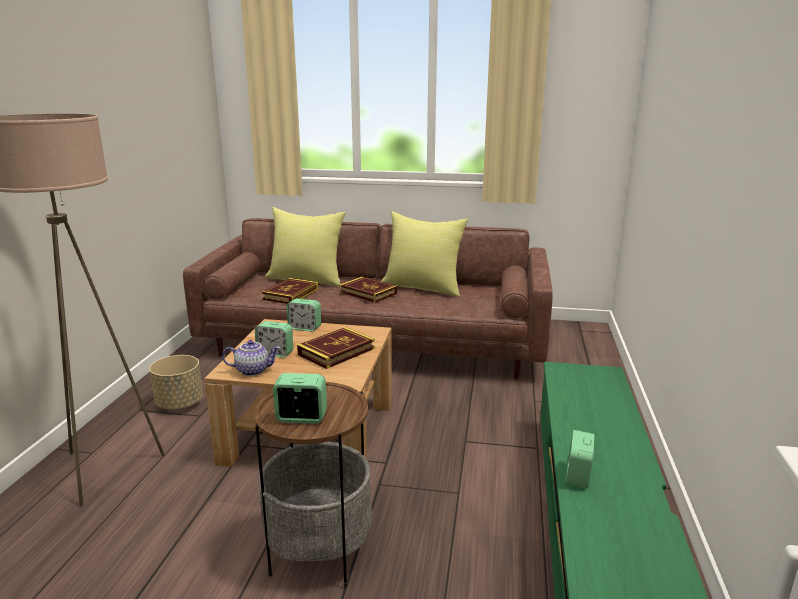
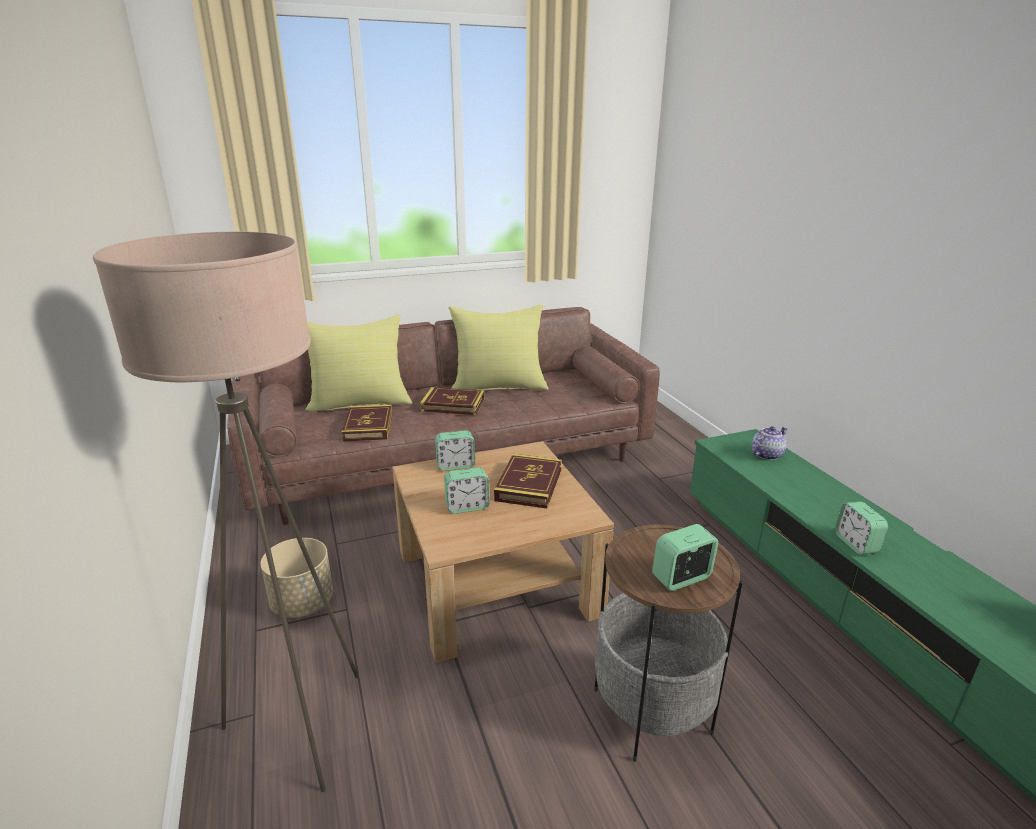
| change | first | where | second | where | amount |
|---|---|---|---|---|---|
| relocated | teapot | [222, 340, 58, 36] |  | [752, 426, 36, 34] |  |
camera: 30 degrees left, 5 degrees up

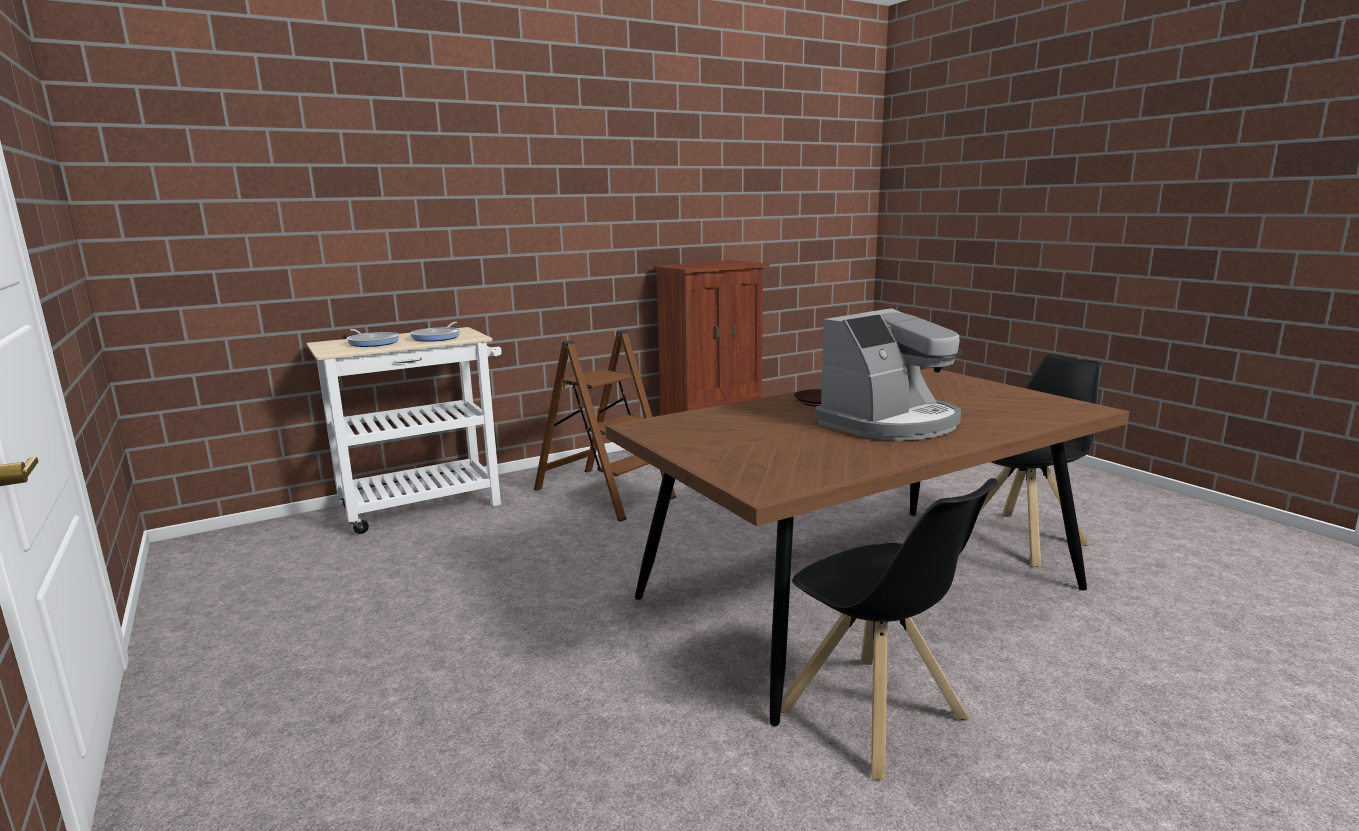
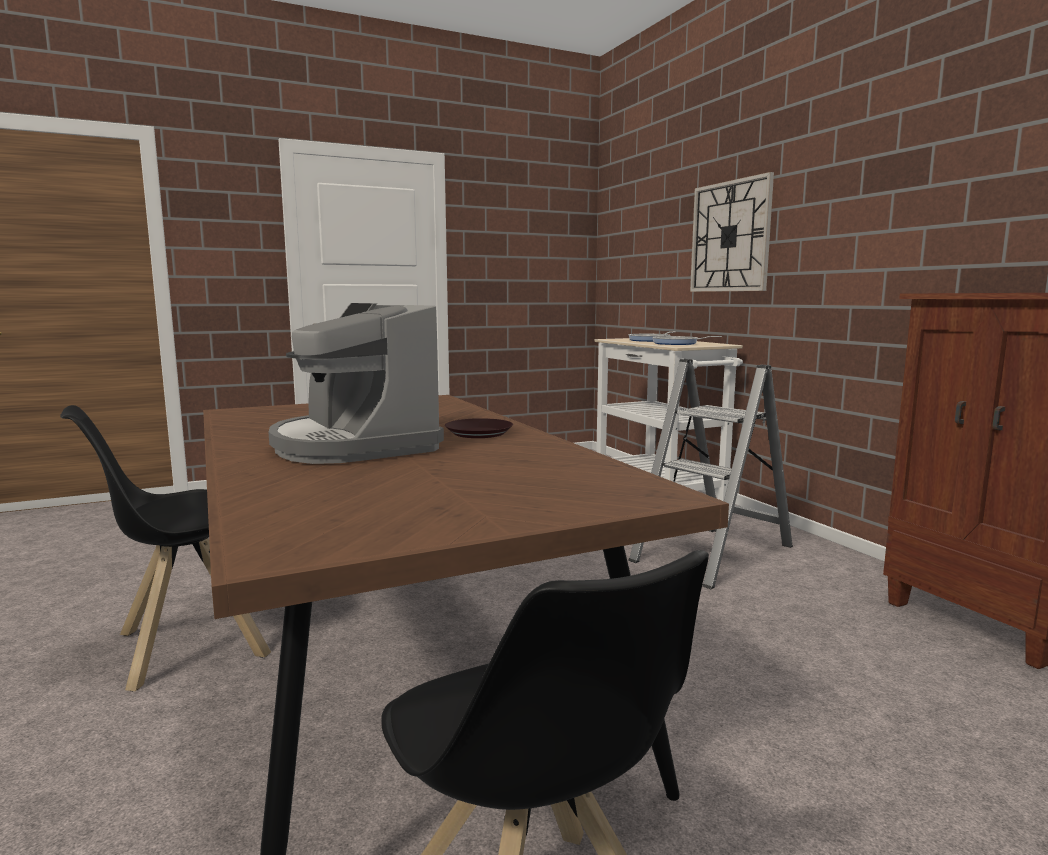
| change | first | where | second | where | amount |
|---|---|---|---|---|---|
| colour | brown step ladder | [533, 331, 143, 191] | grey step ladder | [628, 359, 165, 230] |  |
| appeared |  |  | wall clock | [690, 172, 84, 120] |  |
camera: 95 degrees right, 5 degrees down

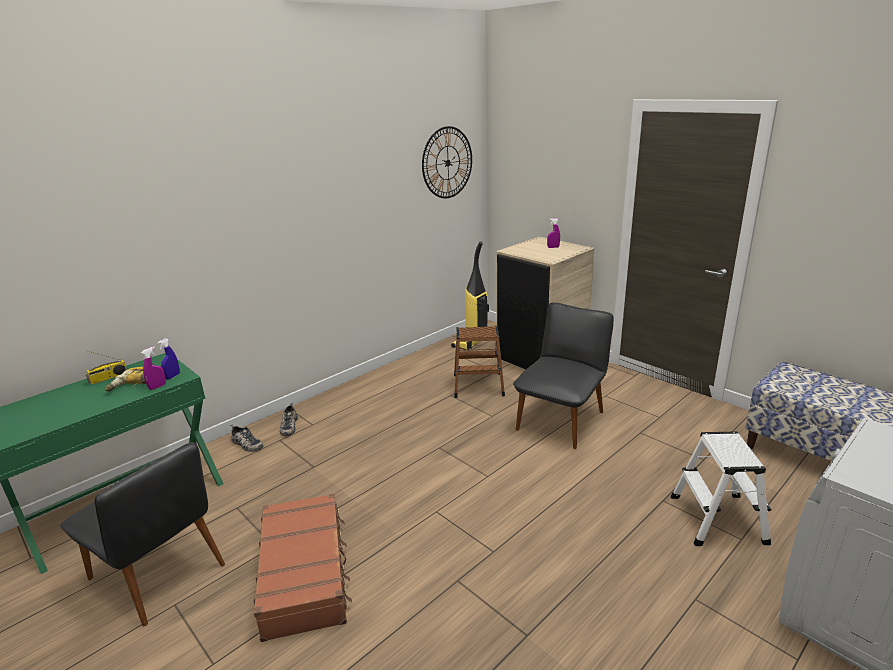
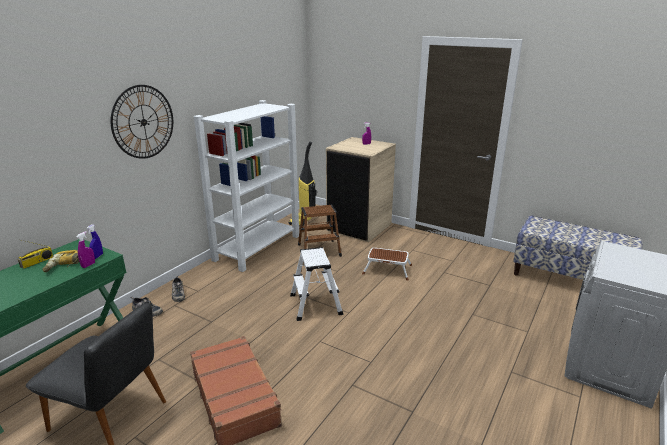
| change | first | where | second | where | amount |
|---|---|---|---|---|---|
| relocated | wall clock | [422, 126, 50, 72] |  | [110, 85, 63, 74] |  |
| exchanged | black chair | [513, 302, 101, 147] | brown step ladder | [362, 248, 50, 33] |  |
| relocated | white step ladder | [671, 431, 100, 115] |  | [290, 247, 53, 74] |  |
| appeared |  |  | white bookcase | [194, 100, 105, 172] |  |
camera: 15 degrees left, 0 degrees up

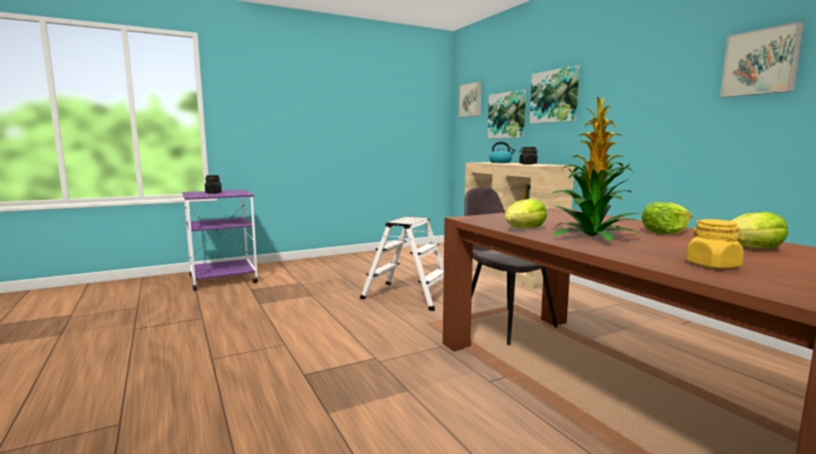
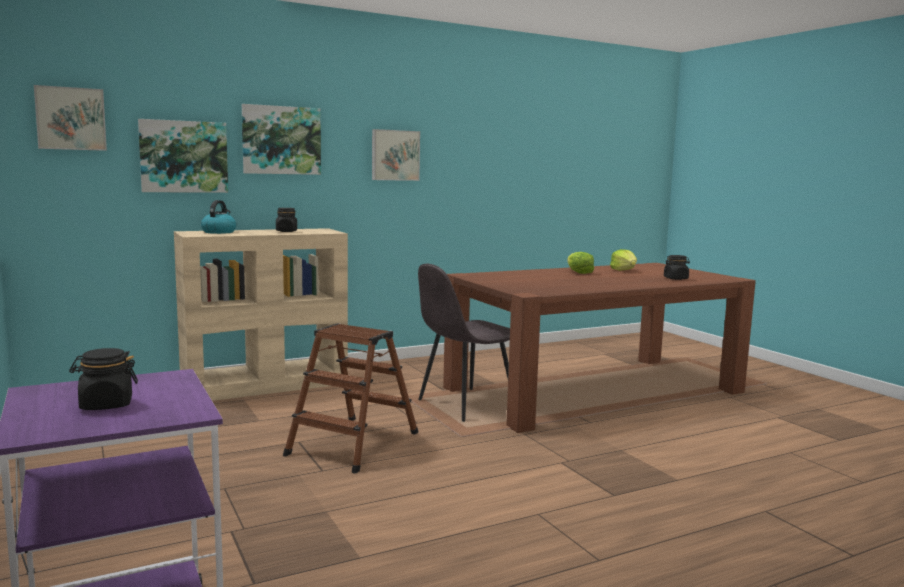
| change | first | where | second | where | amount |
|---|---|---|---|---|---|
| colour | white step ladder | [360, 216, 84, 95] | brown step ladder | [283, 323, 136, 151] |  |
| missing | lettuce | [505, 199, 42, 29] |  |  |  |
| missing | potted plant | [551, 96, 93, 145] |  |  |  |
| colour | yellow jar | [686, 219, 59, 50] | black jar | [664, 255, 26, 25] |  |
| relocated | picture | [720, 22, 84, 75] |  | [372, 129, 48, 52] |  |
camera: 90 degrees left, 0 degrees up

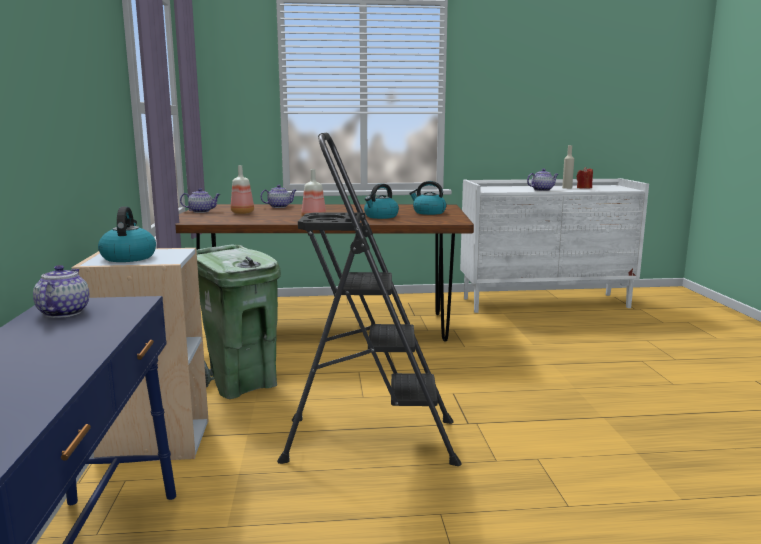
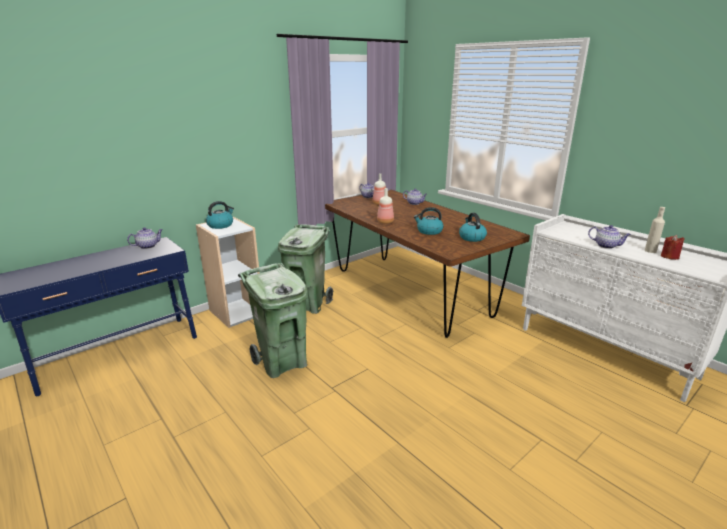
| change | first | where | second | where | amount |
|---|---|---|---|---|---|
| exchanged | step ladder | [277, 133, 185, 333] | green trash can | [238, 263, 70, 115] |  |
camera: 55 degrees right, 10 degrees up

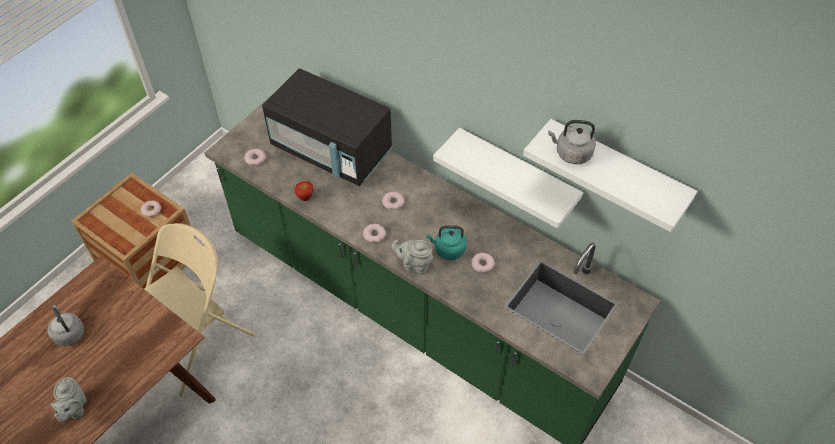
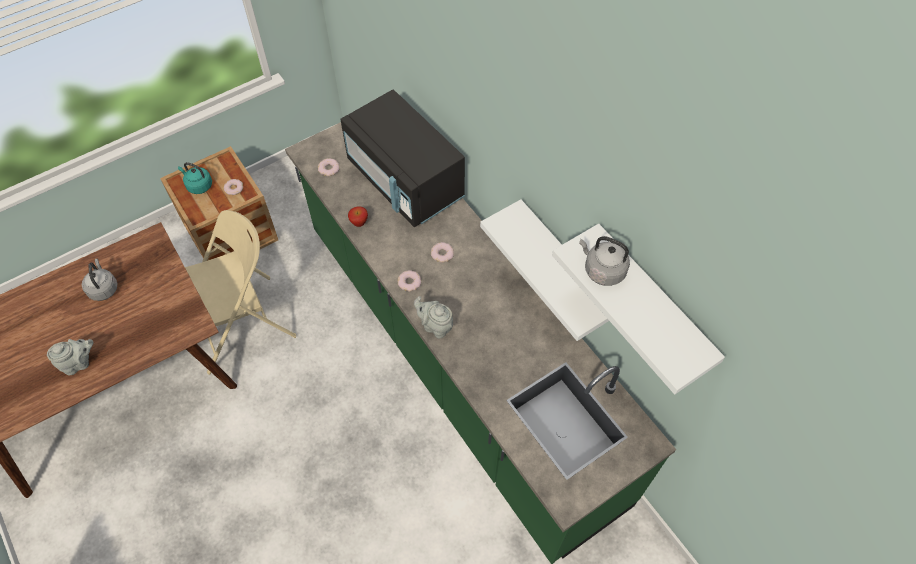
| change | first | where | second | where | amount |
|---|---|---|---|---|---|
| spun | grey teapot | [51, 377, 36, 45] |  | [47, 339, 46, 36] | 135 degrees counterclockwise |
| relocated | turquoise kettle | [426, 225, 41, 35] |  | [178, 162, 34, 32] |  |
| missing | donut | [471, 253, 24, 20] |  |  |  |
camera: 20 degrees right, 5 degrees up

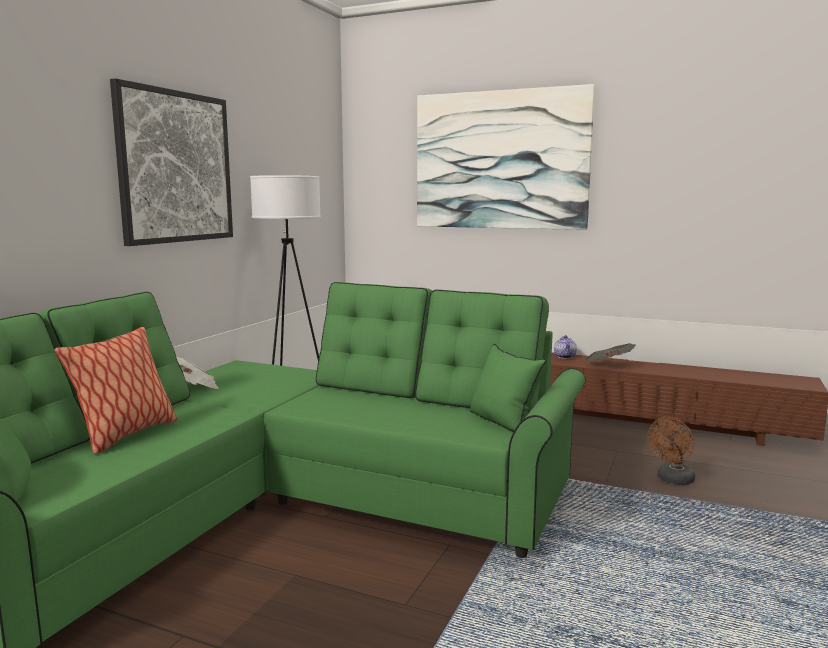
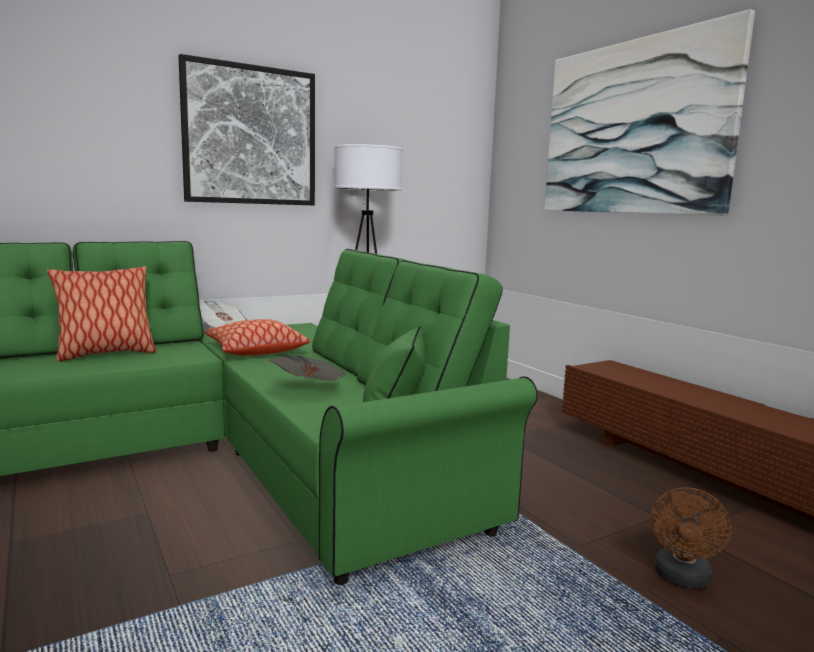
| change | first | where | second | where | amount |
|---|---|---|---|---|---|
| missing | teapot | [554, 335, 23, 24] |  |  |  |
| relocated | newspaper | [584, 343, 52, 18] |  | [268, 356, 77, 25] |  |
| spun | brown fan | [648, 417, 47, 68] |  | [651, 487, 81, 101] | 60 degrees counterclockwise |
| appeared |  |  | pillow | [205, 319, 105, 36] |  |
camera: 35 degrees right, 0 degrees up

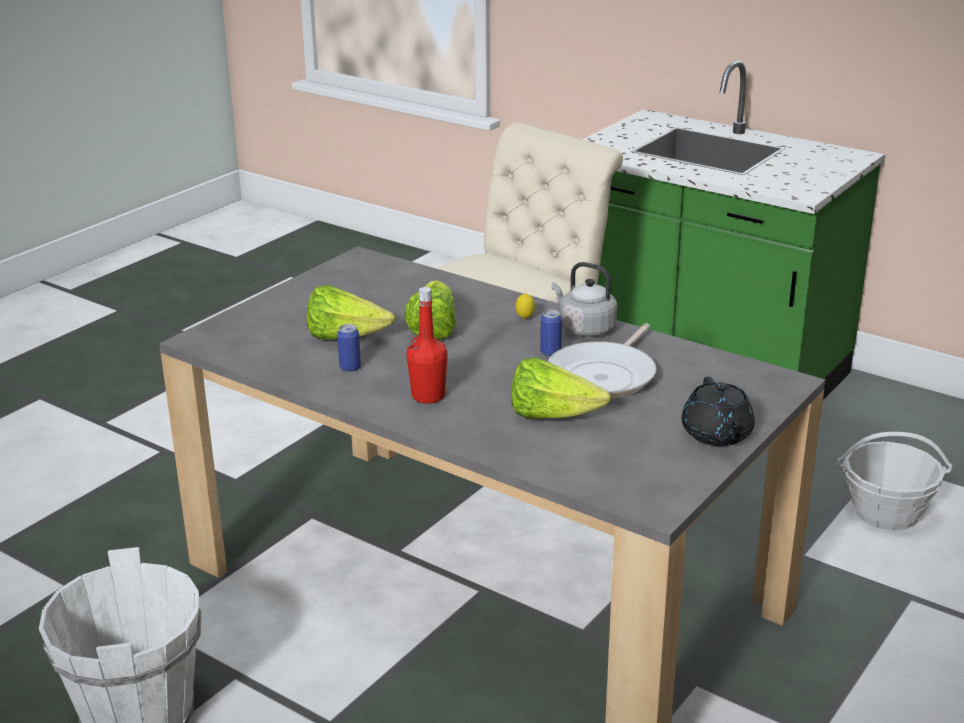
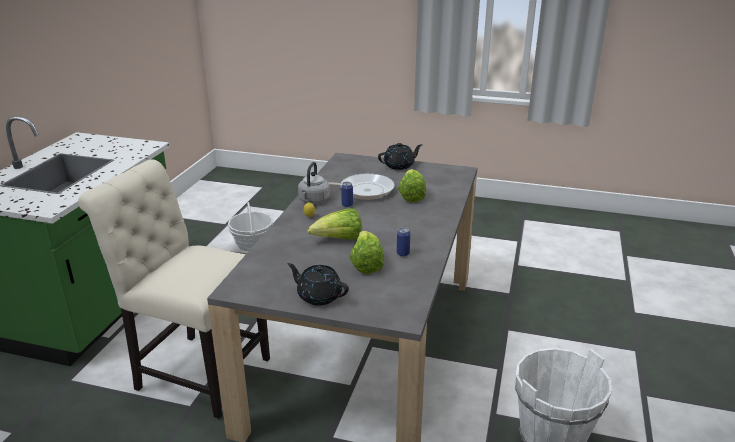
| change | first | where | second | where | amount |
|---|---|---|---|---|---|
| missing | red bottle | [406, 287, 42, 117] |  |  |  |
| appeared |  |  | black teapot | [287, 263, 62, 42] |  |
camera: 110 degrees left, 0 degrees up

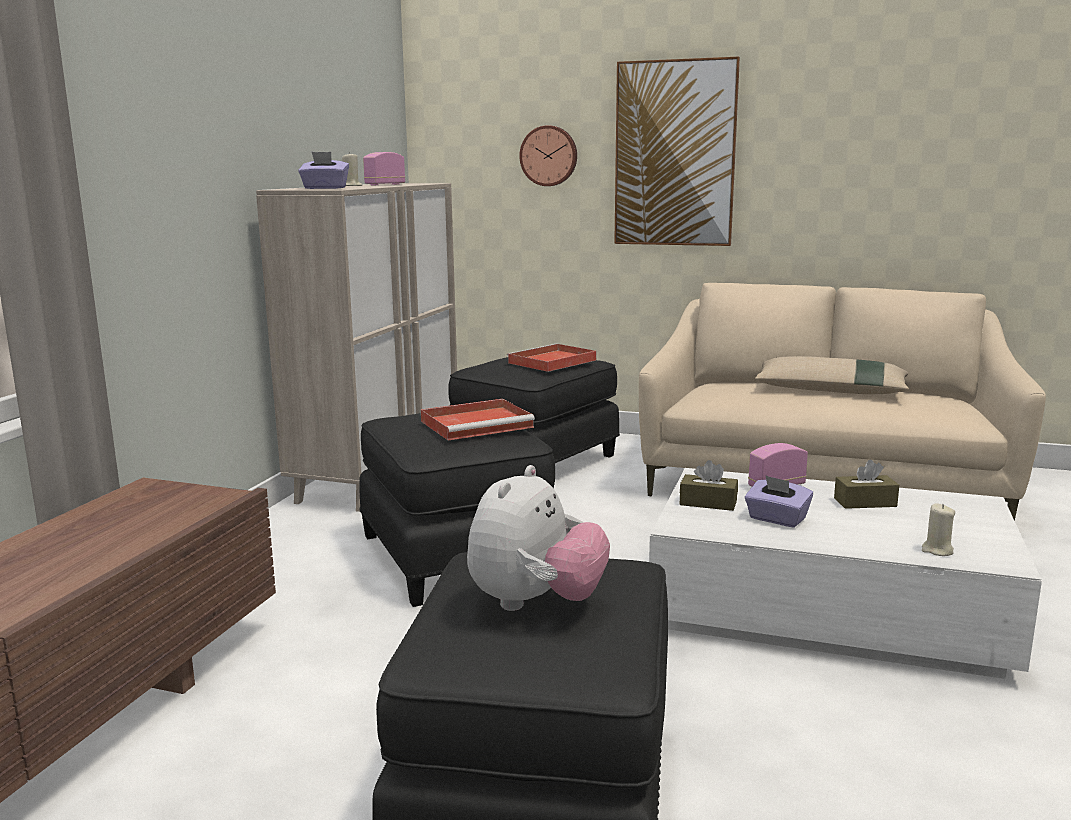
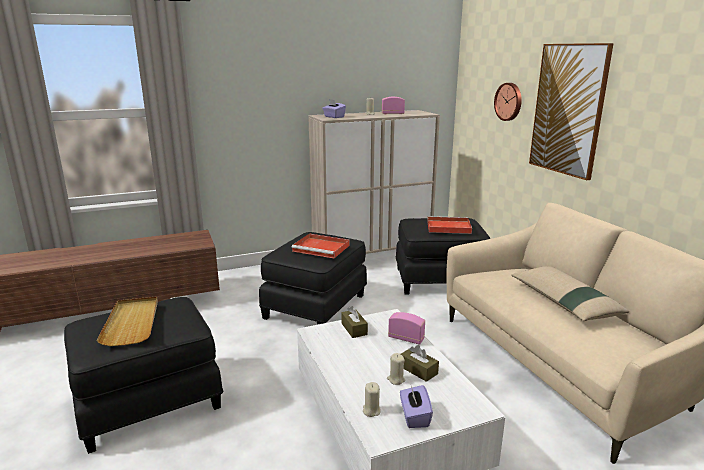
| change | first | where | second | where | amount |
|---|---|---|---|---|---|
| exchanged | plush toy | [467, 465, 143, 146] | beige tray | [96, 296, 62, 50] |  |
| relocated | purple tissue box | [745, 475, 68, 53] |  | [400, 385, 33, 43] |  |
| appeared |  |  | beige candle | [387, 353, 19, 32] |  |
camera: 50 degrees right, 5 degrees up

